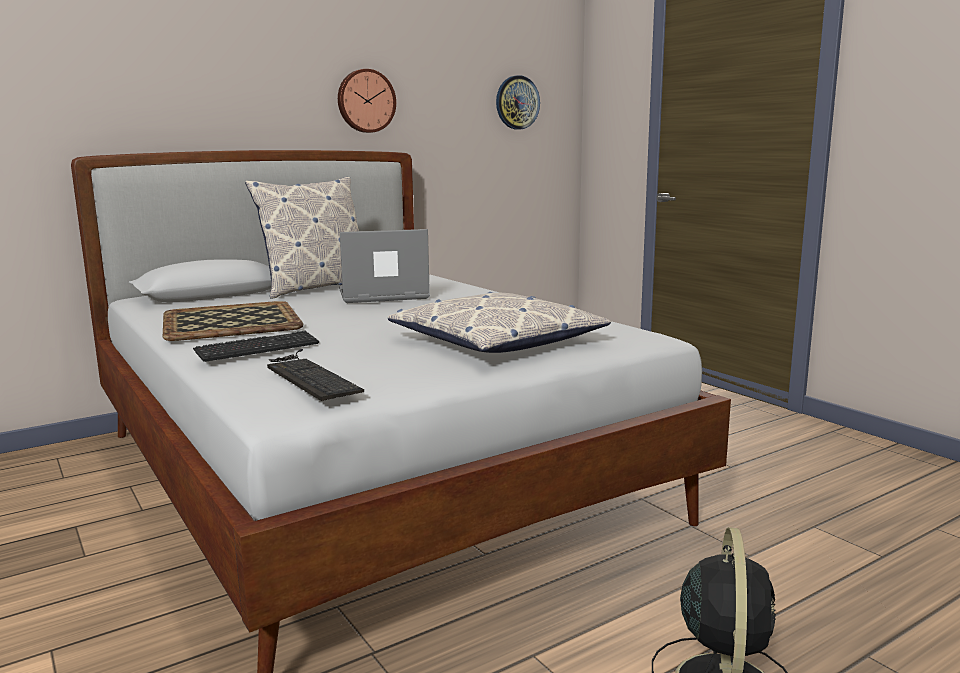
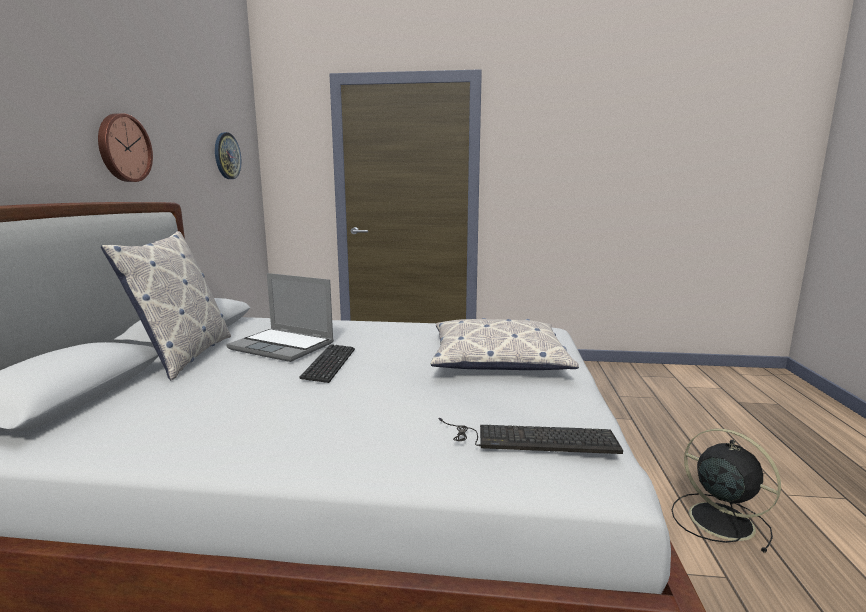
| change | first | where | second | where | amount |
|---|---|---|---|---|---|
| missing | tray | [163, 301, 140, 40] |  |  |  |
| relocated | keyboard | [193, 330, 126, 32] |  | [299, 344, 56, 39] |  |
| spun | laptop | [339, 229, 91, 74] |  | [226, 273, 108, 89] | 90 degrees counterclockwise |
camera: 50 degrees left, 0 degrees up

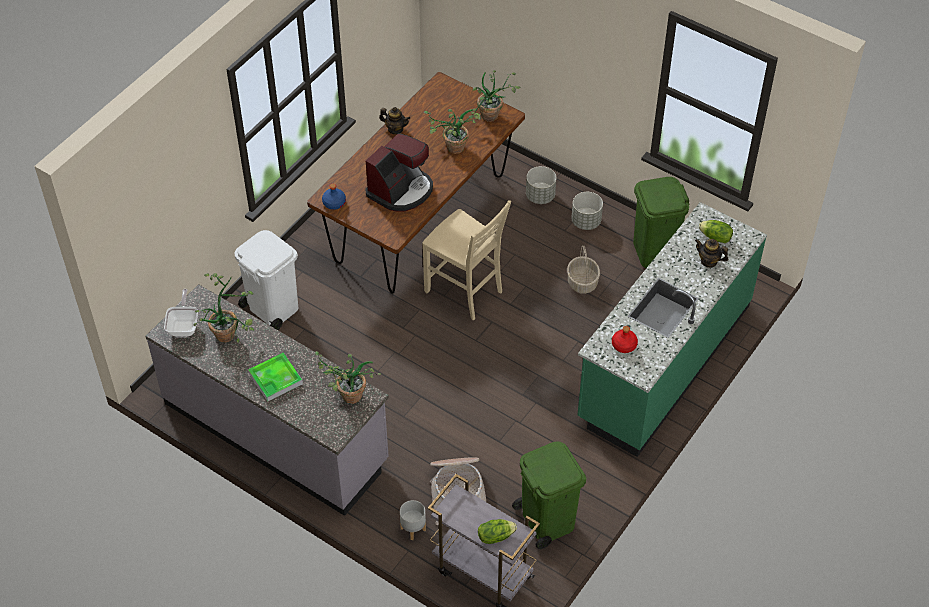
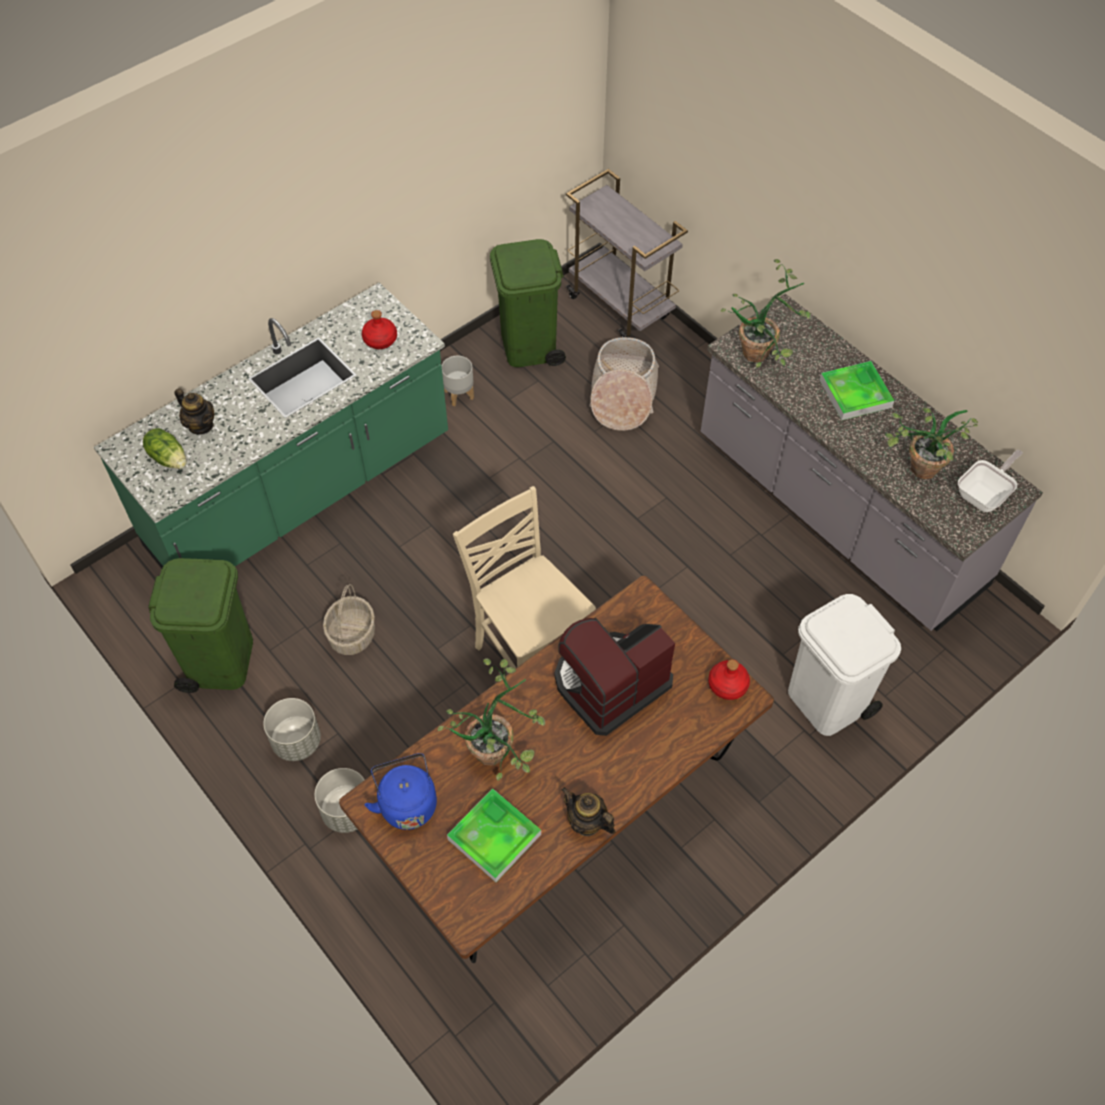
| change | first | where | second | where | amount |
|---|---|---|---|---|---|
| spun | frying pan | [164, 289, 34, 47] |  | [958, 450, 65, 62] | 150 degrees counterclockwise |
| colour | blue bottle | [322, 184, 24, 26] | red bottle | [708, 659, 42, 41] |  |
| relocated | grey planter | [400, 500, 26, 40] |  | [442, 356, 32, 50] |  |
| exchanged | potted plant | [470, 70, 51, 52] | blue kettle | [365, 753, 72, 77] |  |
| missing | lettuce | [478, 519, 39, 25] |  |  |  |
| appeared |  |  | tray | [447, 788, 94, 94] |  |
camera: 165 degrees left, 5 degrees up

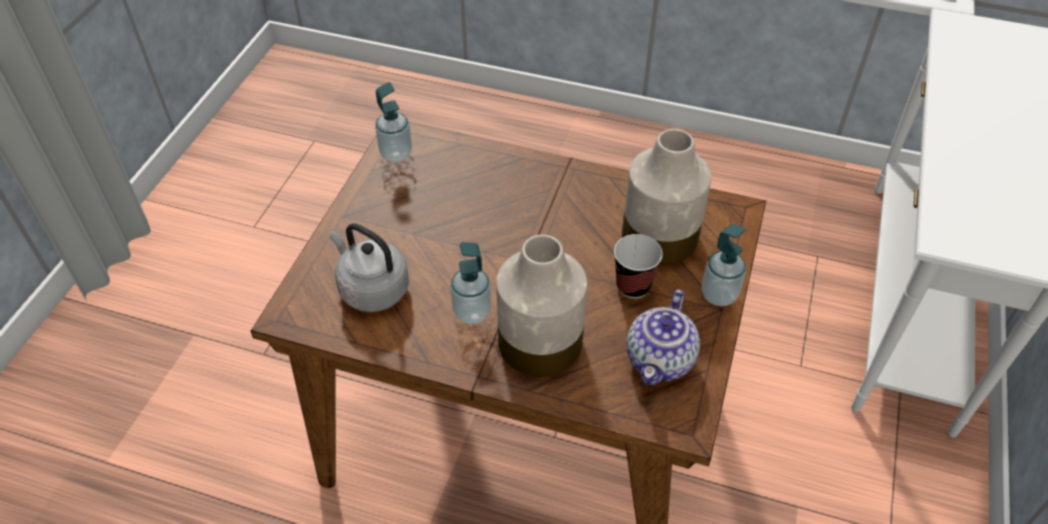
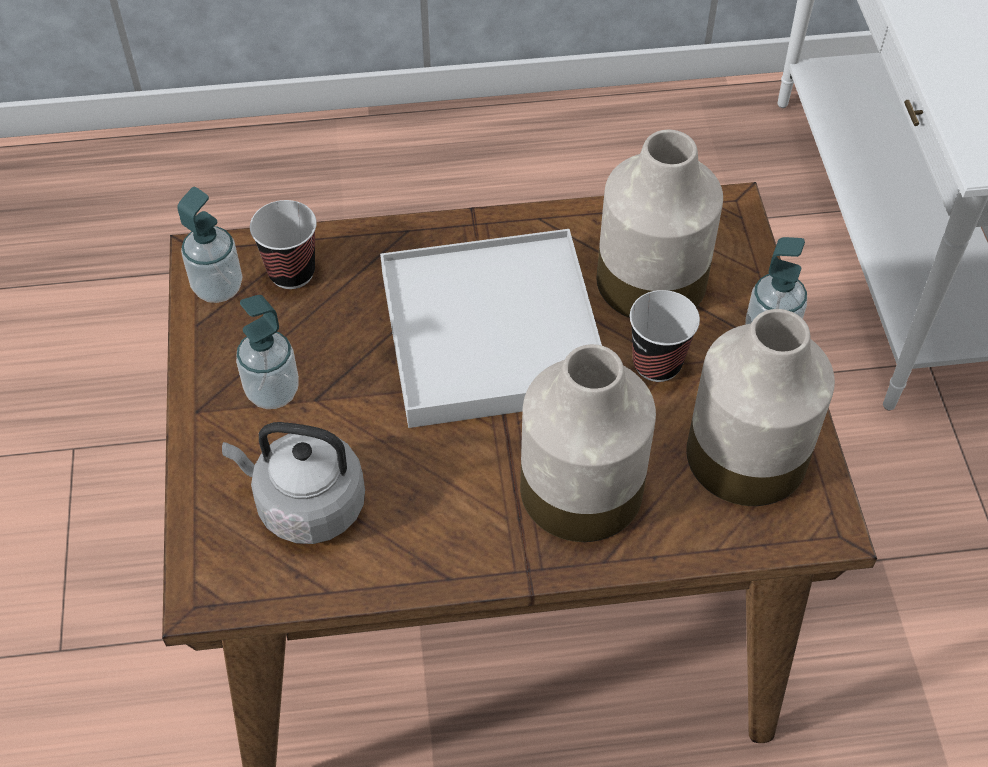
| change | first | where | second | where | amount |
|---|---|---|---|---|---|
| relocated | soap dispenser | [450, 242, 41, 82] |  | [236, 295, 63, 114] |  |
| exchanged | teapot | [626, 289, 74, 96] | beige vase | [686, 309, 149, 197] |  |
| appeared |  |  | cup | [250, 200, 67, 89] |  |
| appeared |  |  | white tray | [380, 229, 222, 199] |  |
camera: 25 degrees left, 5 degrees up

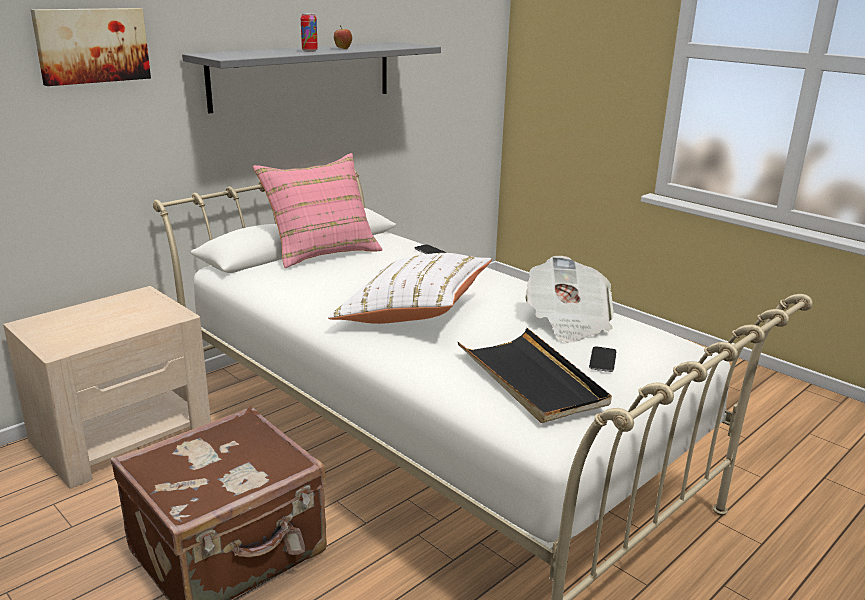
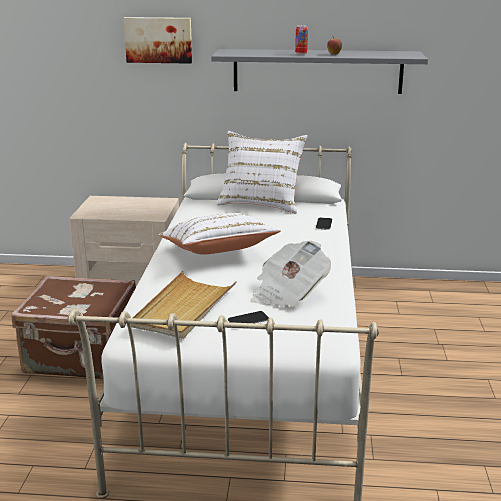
| change | first | where | second | where | amount |
|---|---|---|---|---|---|
| colour | pink pillow | [253, 153, 130, 115] | white pillow | [217, 131, 91, 82] |  |
| colour | black tray | [458, 328, 154, 95] | beige tray | [130, 271, 107, 68] |  |
camera: 50 degrees right, 0 degrees up

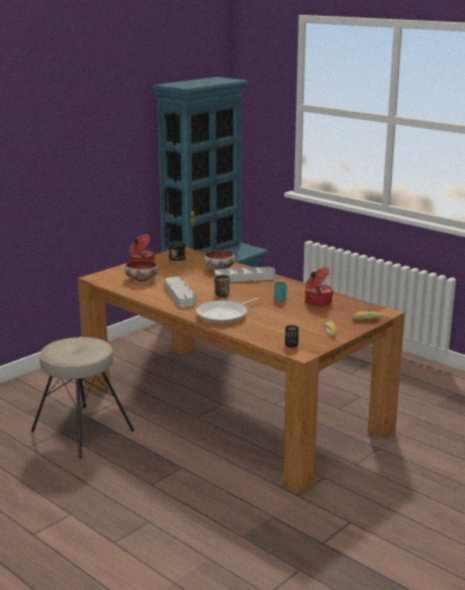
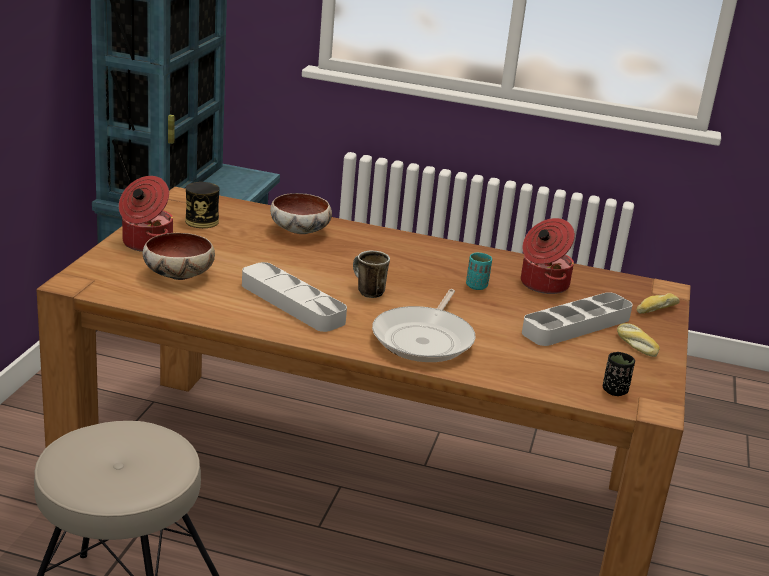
| change | first | where | second | where | amount |
|---|---|---|---|---|---|
| relocated | grey tray | [215, 267, 60, 15] |  | [522, 292, 111, 54] |  |
camera: 30 degrees left, 5 degrees up

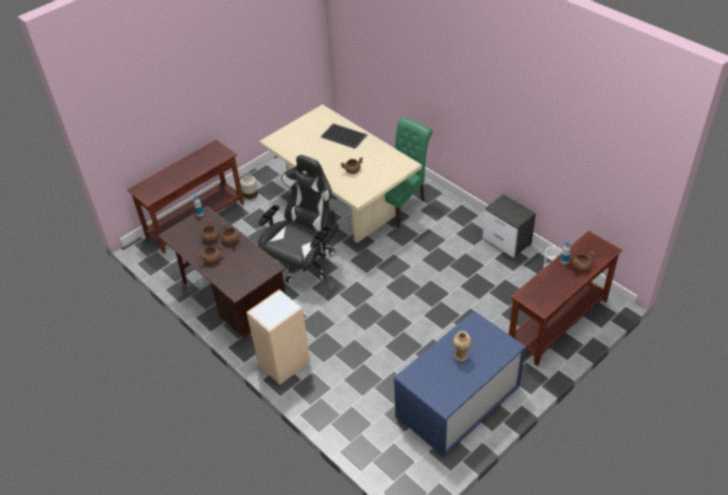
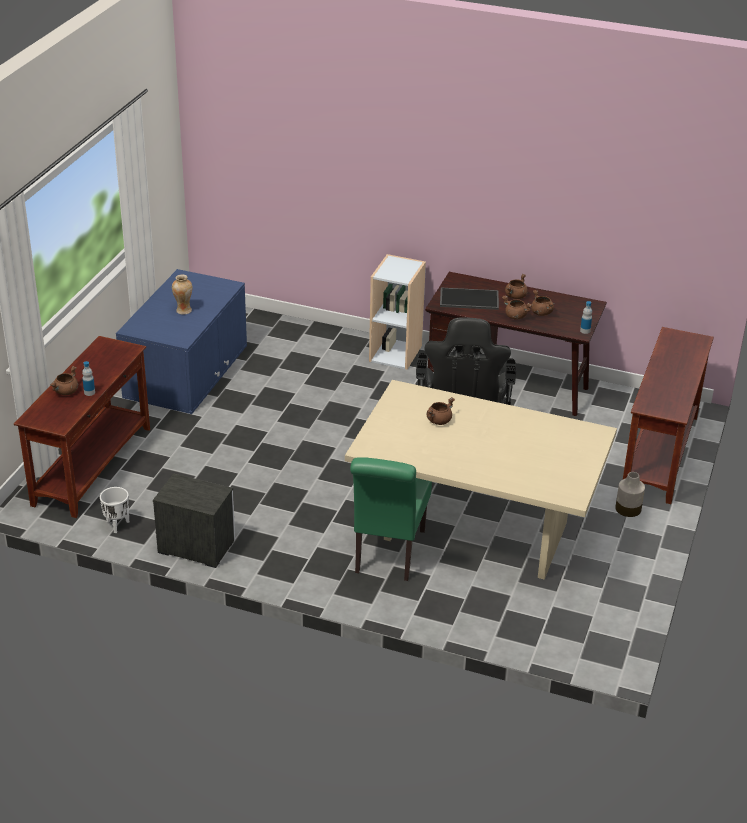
| change | first | where | second | where | amount |
|---|---|---|---|---|---|
| relocated | tray | [321, 123, 46, 26] |  | [440, 288, 59, 22] |  |
camera: 150 degrees right, 10 degrees down

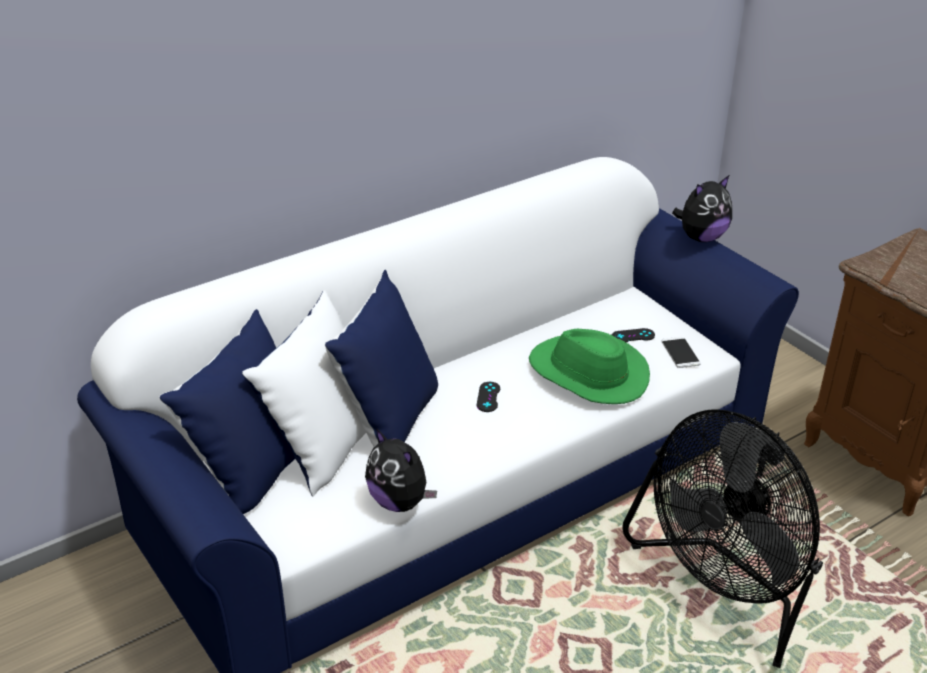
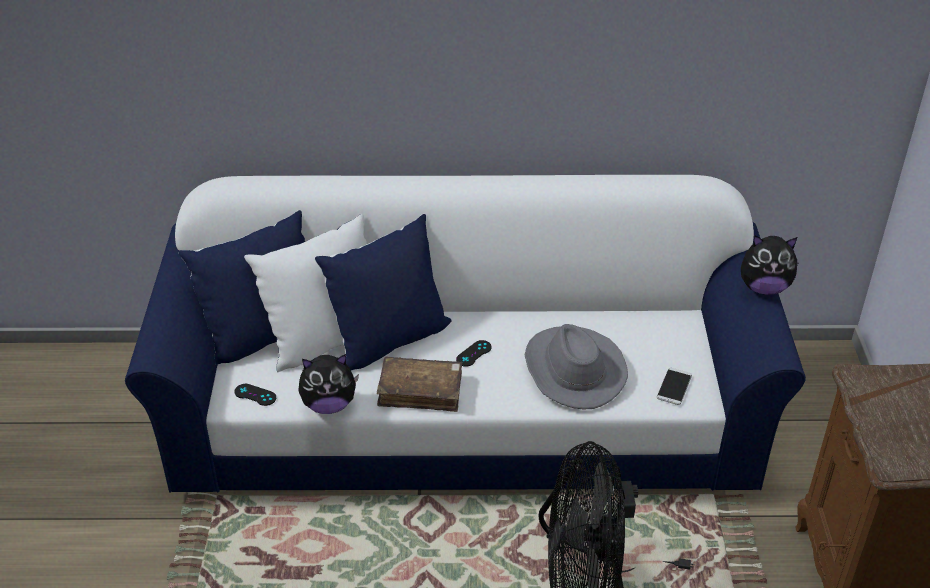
| change | first | where | second | where | amount |
|---|---|---|---|---|---|
| spun | plush toy | [365, 428, 72, 84] |  | [298, 354, 61, 60] | 90 degrees counterclockwise |
| colour | green hat | [529, 329, 121, 75] | grey hat | [525, 324, 103, 86] |  |
| relocated | black game controller | [612, 328, 43, 14] |  | [234, 384, 42, 22] |  |
| appeared |  |  | brown book | [377, 356, 85, 56] |  |
camera: 35 degrees right, 5 degrees up

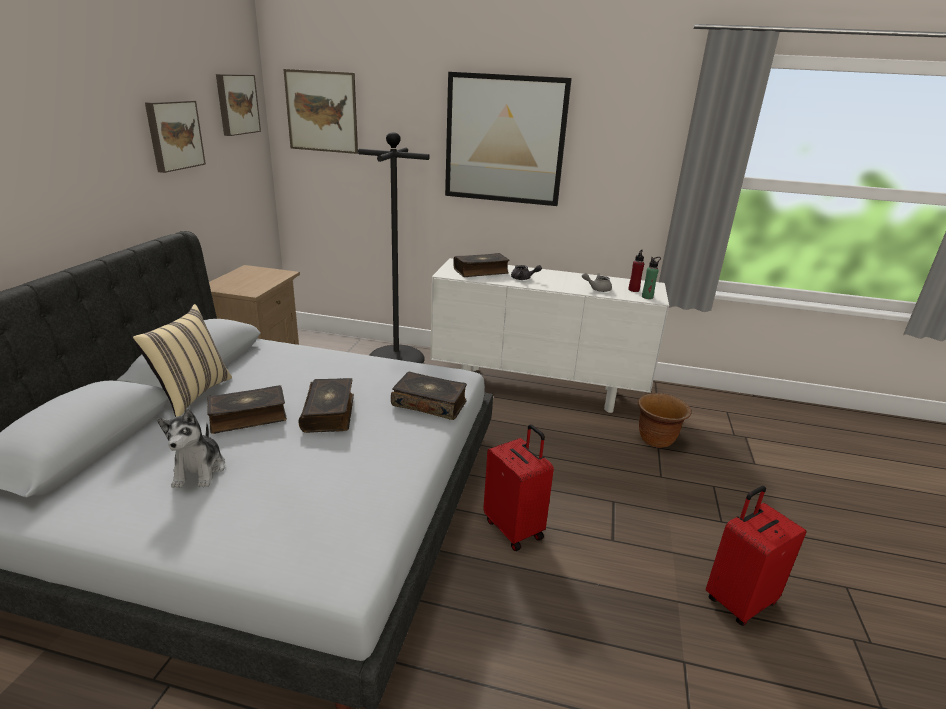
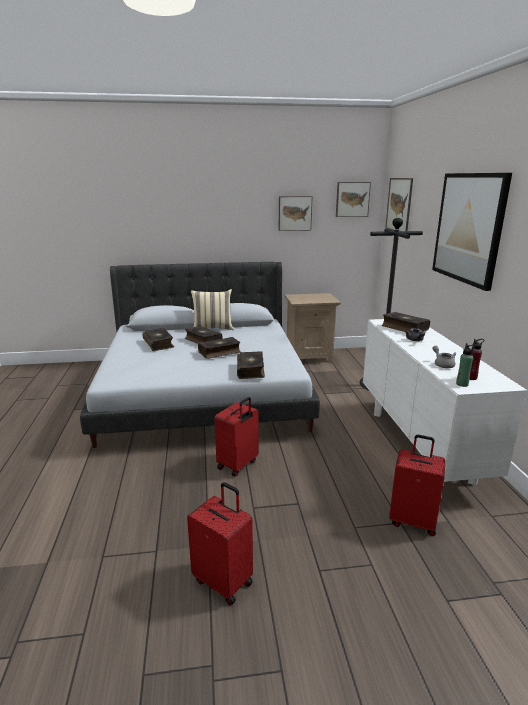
| change | first | where | second | where | amount |
|---|---|---|---|---|---|
| exchanged | plush toy | [157, 409, 68, 79] | book | [143, 328, 31, 23] |  |
| exchanged | brown planter | [638, 393, 53, 55] | red suitcase | [389, 435, 56, 101] |  |
camera: 70 degrees right, 5 degrees down

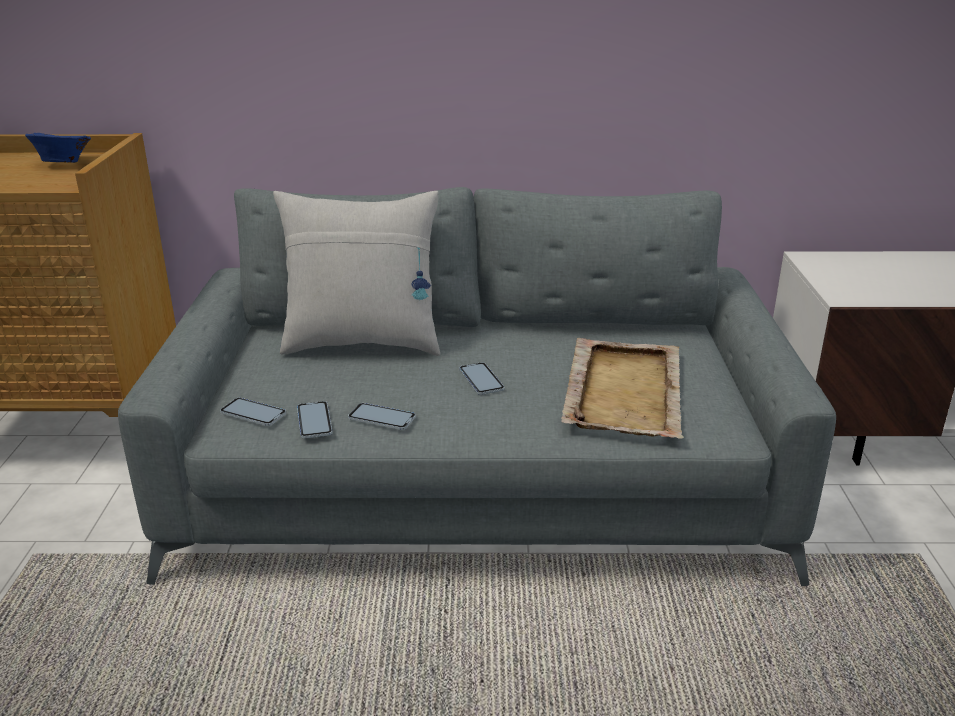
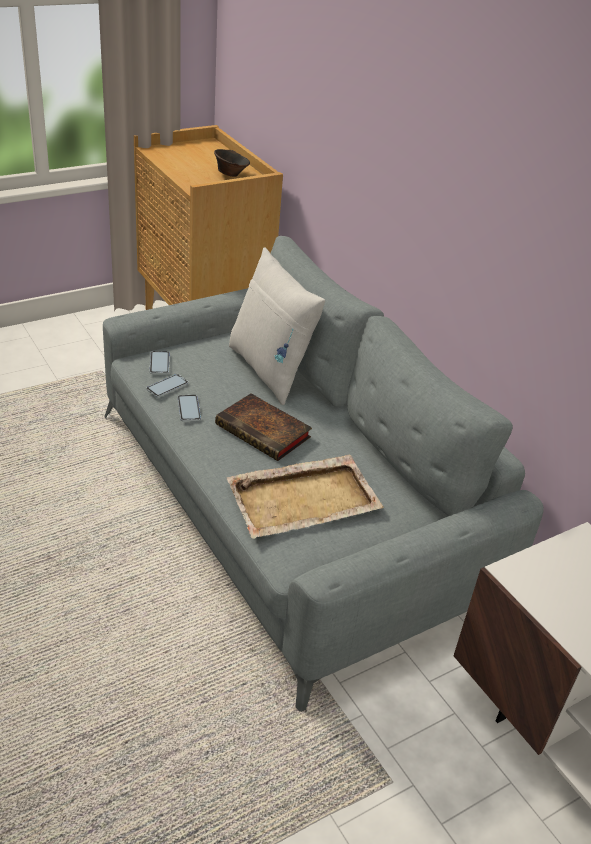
| change | first | where | second | where | amount |
|---|---|---|---|---|---|
| colour | blue bowl | [25, 133, 66, 30] | brown bowl | [214, 149, 36, 28] |  |
| exchanged | phone | [459, 362, 46, 33] | book | [215, 393, 97, 68] |  |
camera: 55 degrees right, 10 degrees up

